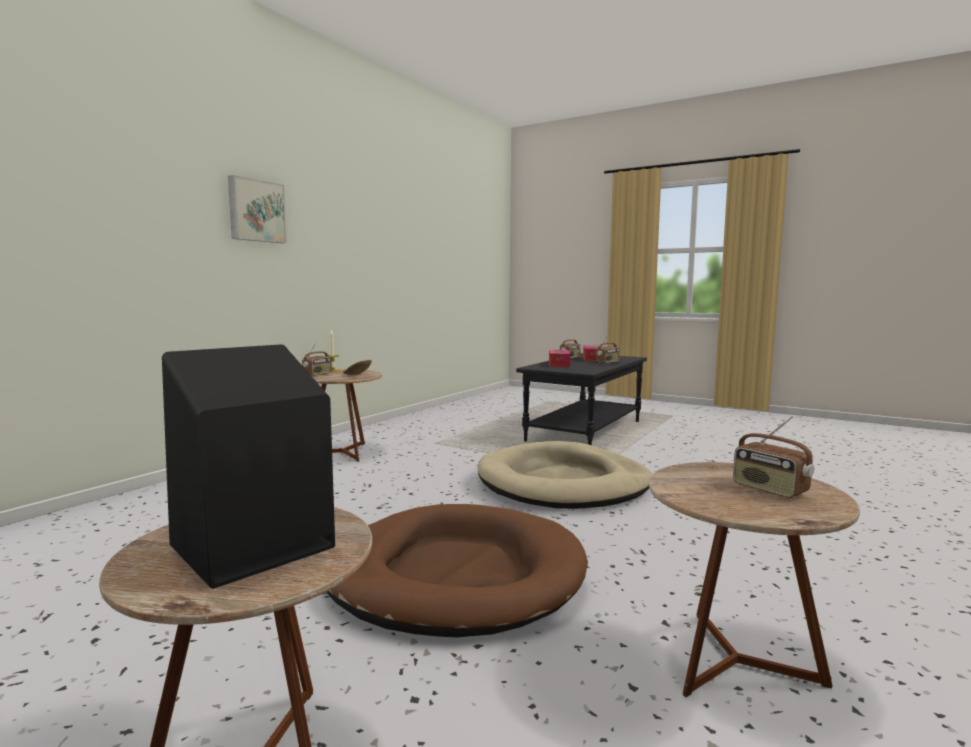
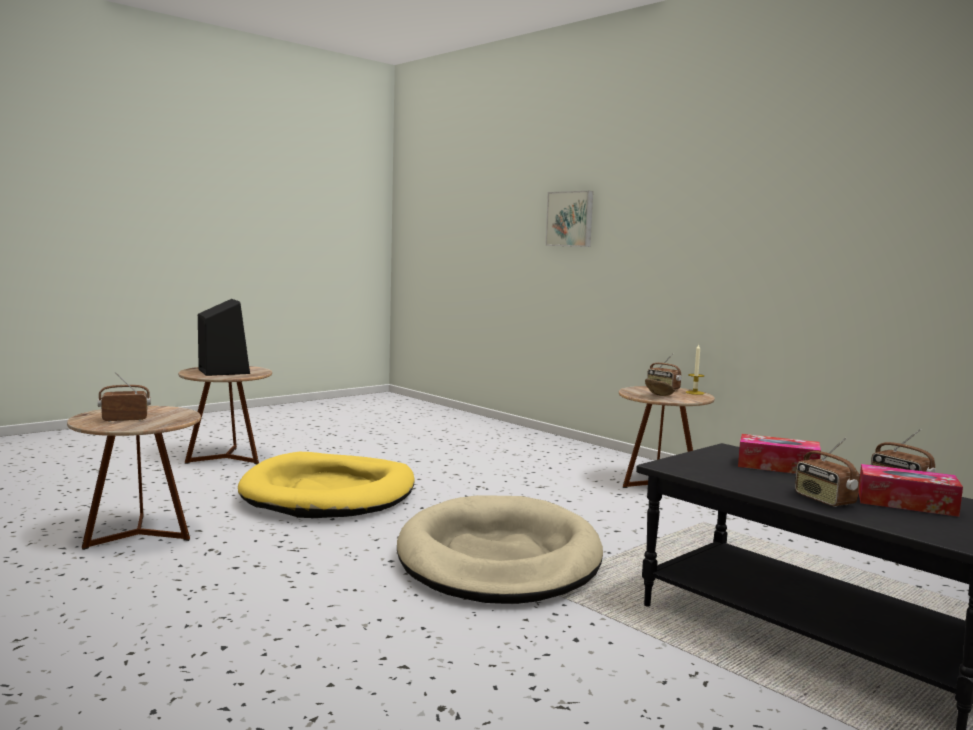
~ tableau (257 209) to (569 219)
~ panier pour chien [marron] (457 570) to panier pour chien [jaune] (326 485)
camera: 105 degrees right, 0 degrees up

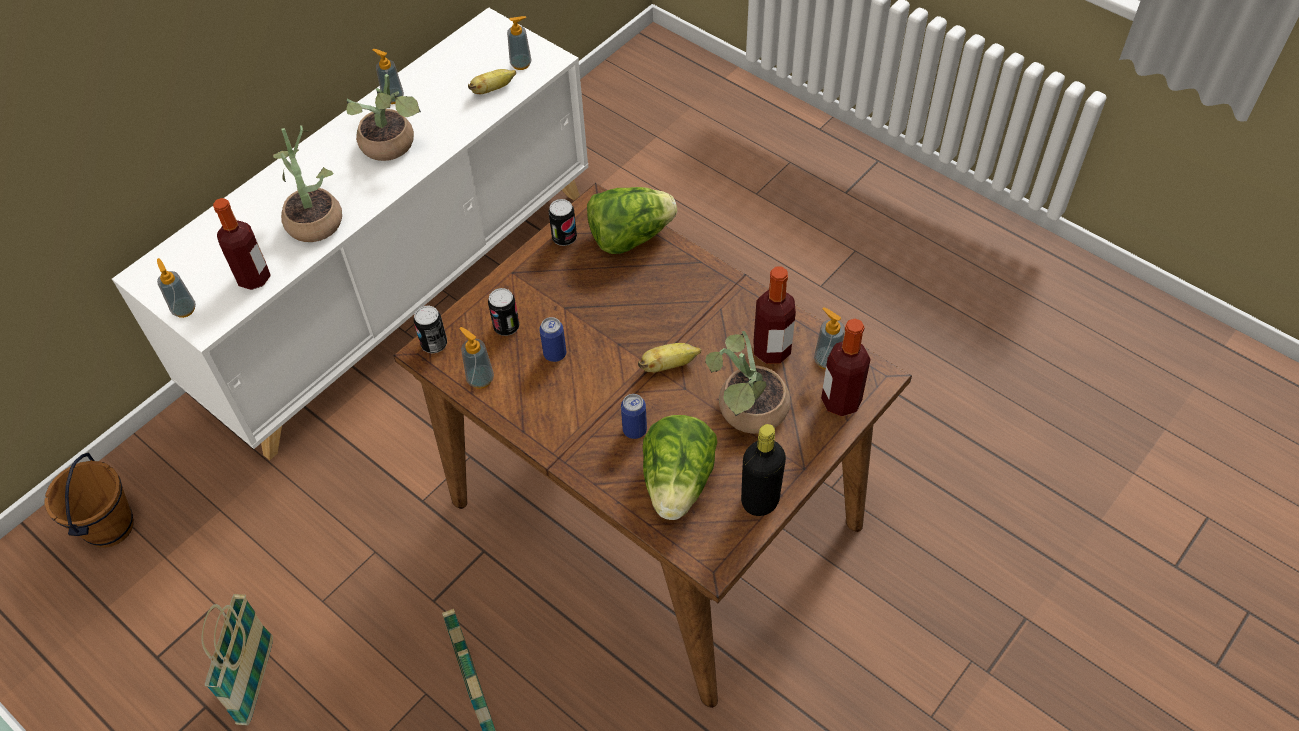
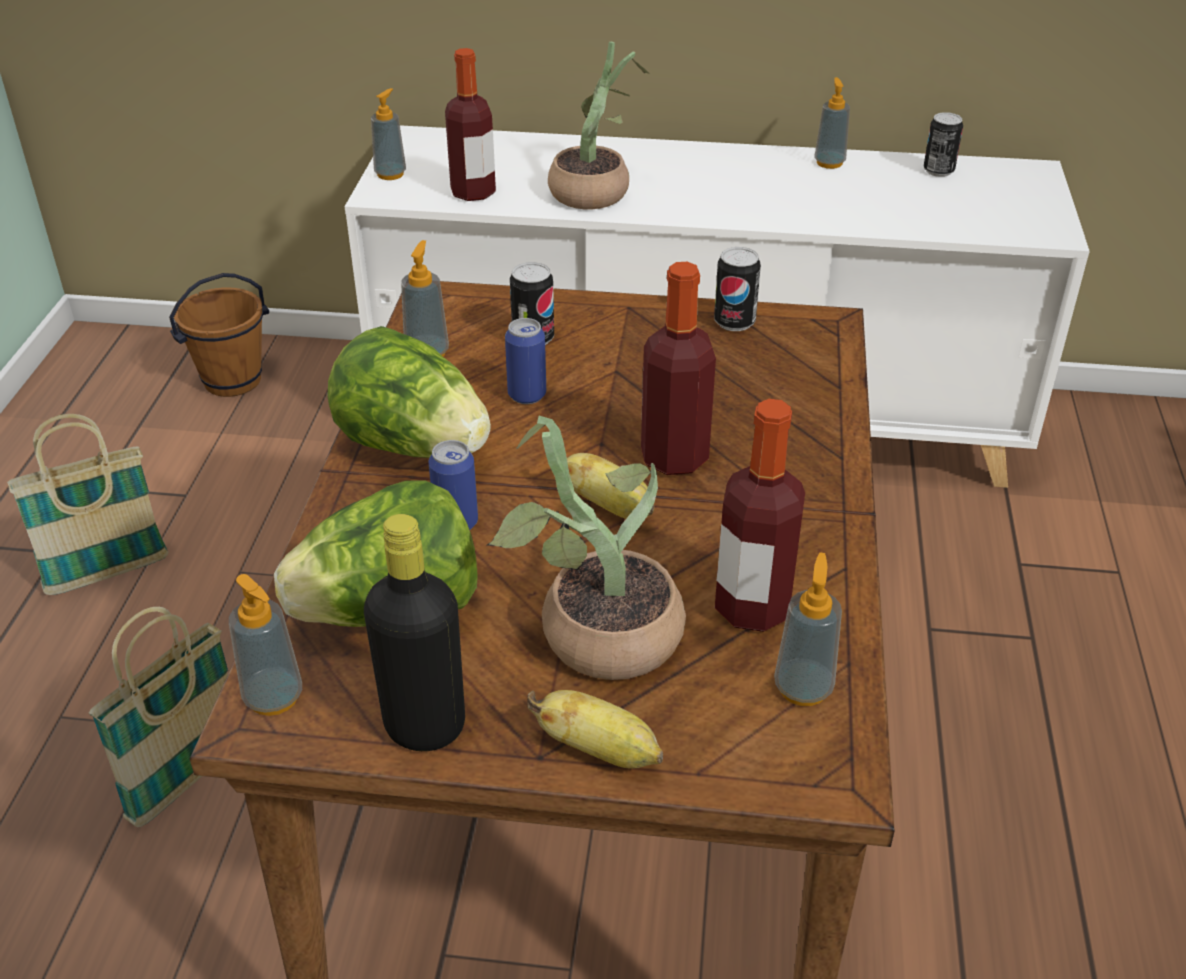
- plante en pot (383 117)
~ boîte métallique (430 329) to (943 144)
~ banane (492 81) to (595 729)
~ distributeur de savon (519 43) to (265 645)
~ laitue (632 220) to (409 392)
~ bouteille (846 367) to (678 368)
camera: 55 degrees right, 15 degrees down

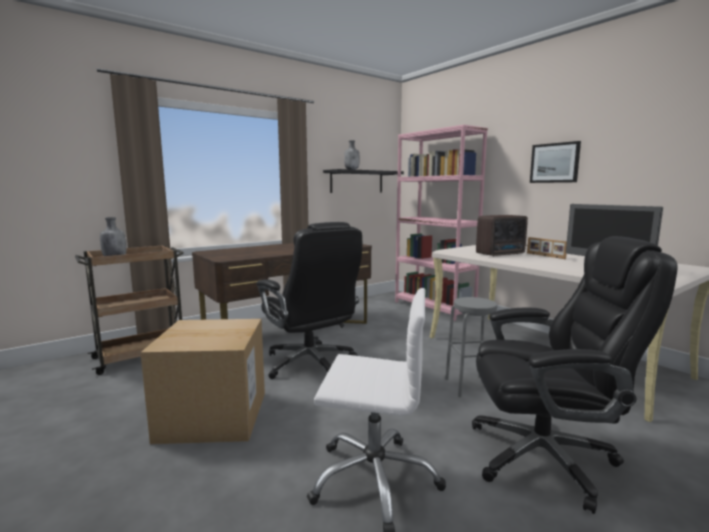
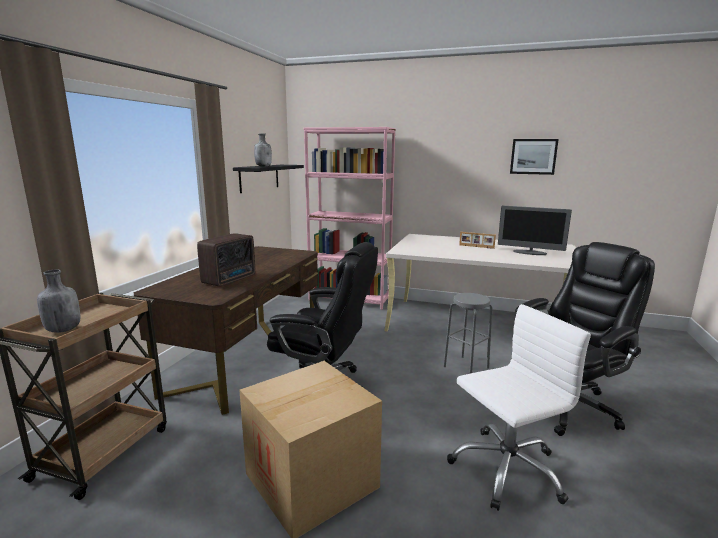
~ radio (502 235) to (226 259)
~ tableau (555 162) to (534 157)
camera: 35 degrees left, 5 degrees up

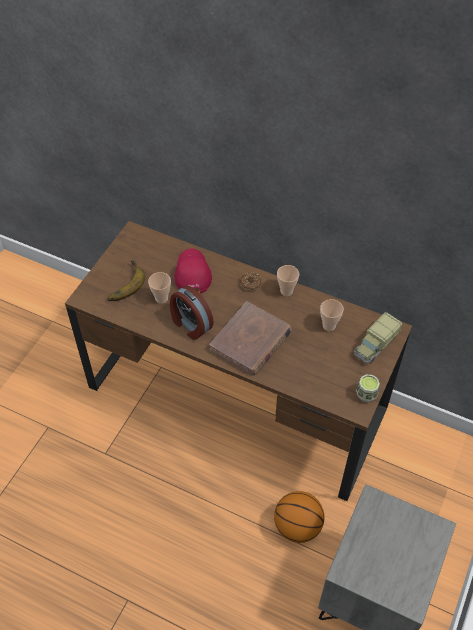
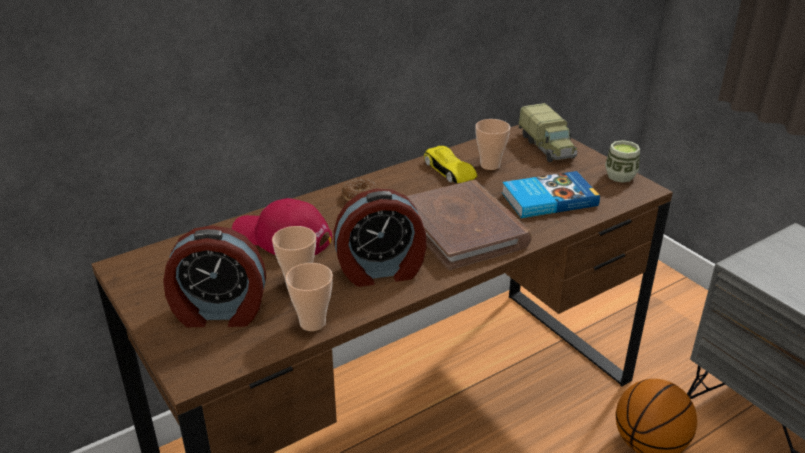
+ petite voiture [jaune] (451 164)
+ livre (551 194)
~ tasse (288 280) to (309 297)
~ banane (126 280) to réveil (214 276)
camera: 60 degrees left, 20 degrees down

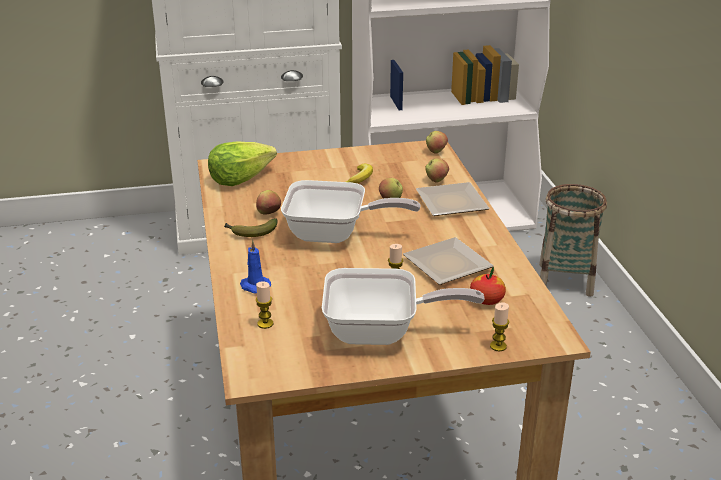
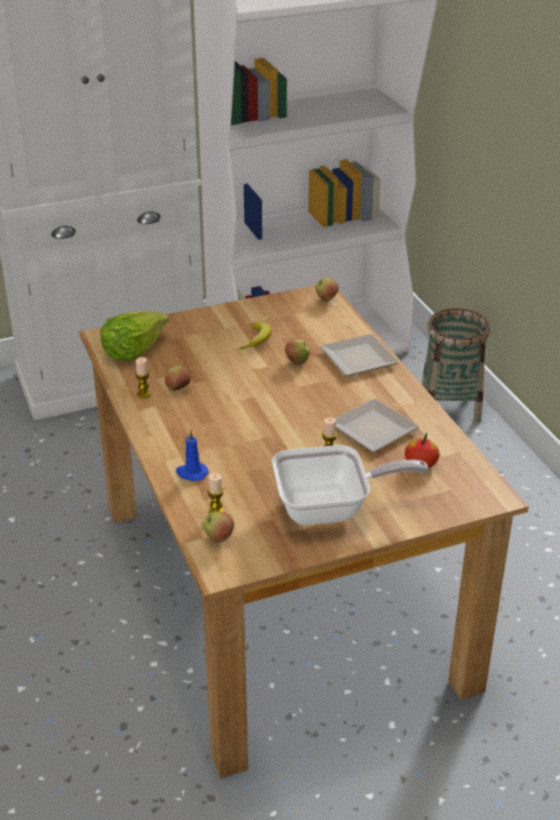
- banane (251 227)
- poêle (350 211)
~ pomme (437 170) to (218 527)
~ bougie (499 326) to (143 377)
camera: 10 degrees left, 5 degrees up

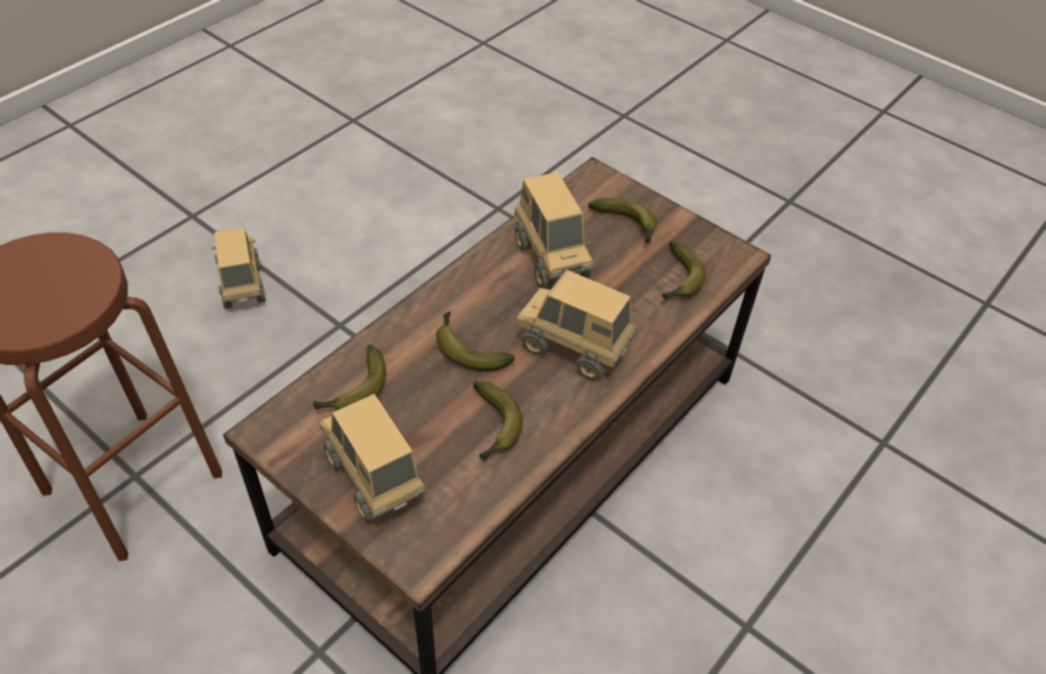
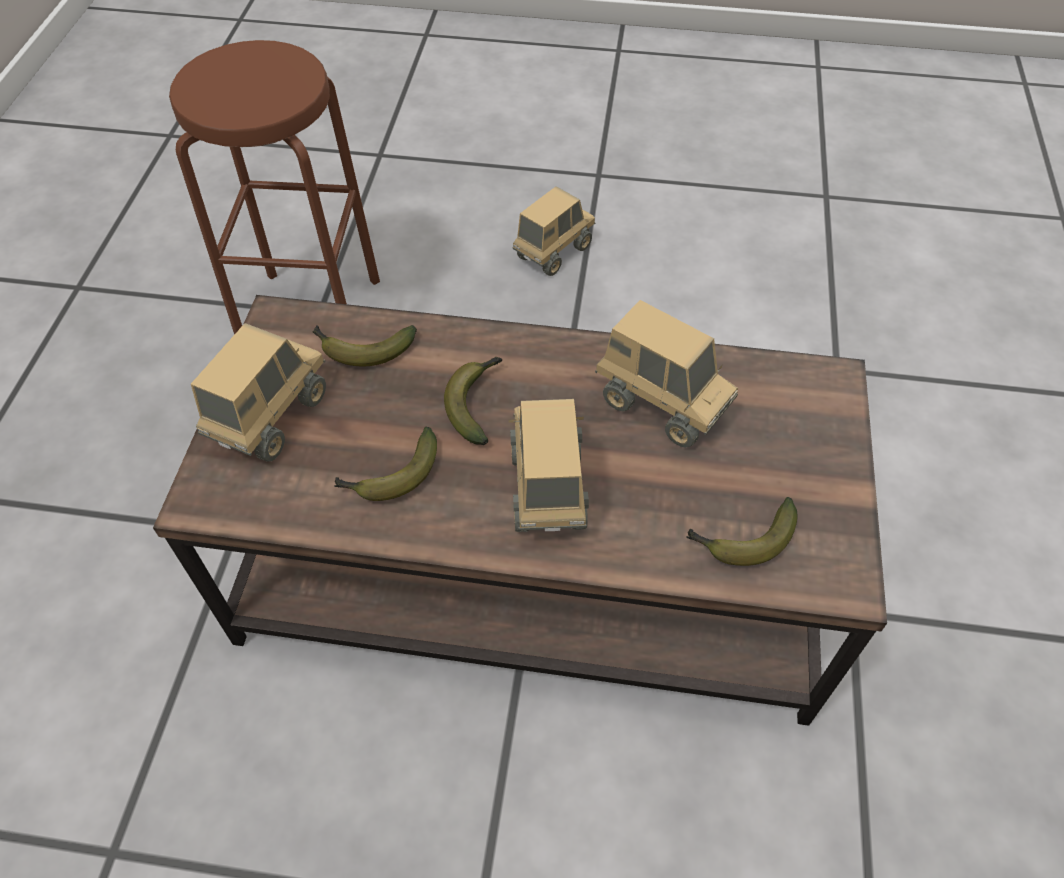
- banane (622 221)
~ camion jouet (554 230) = (666 374) 90 degrees counterclockwise
camera: 60 degrees right, 5 degrees up

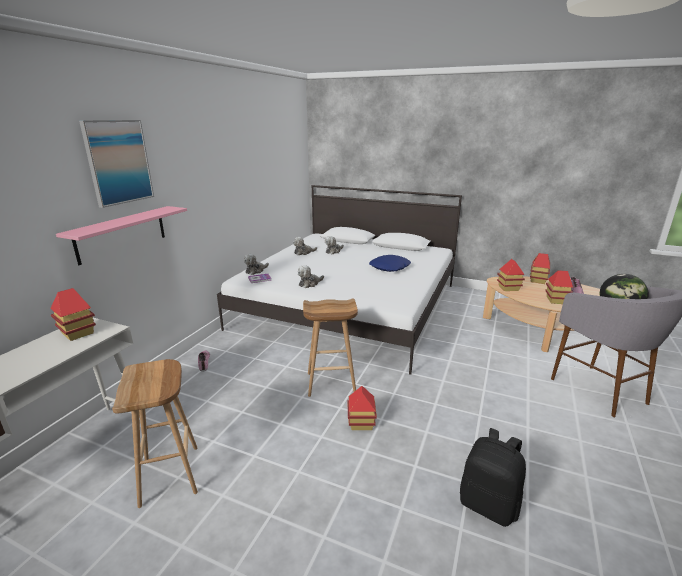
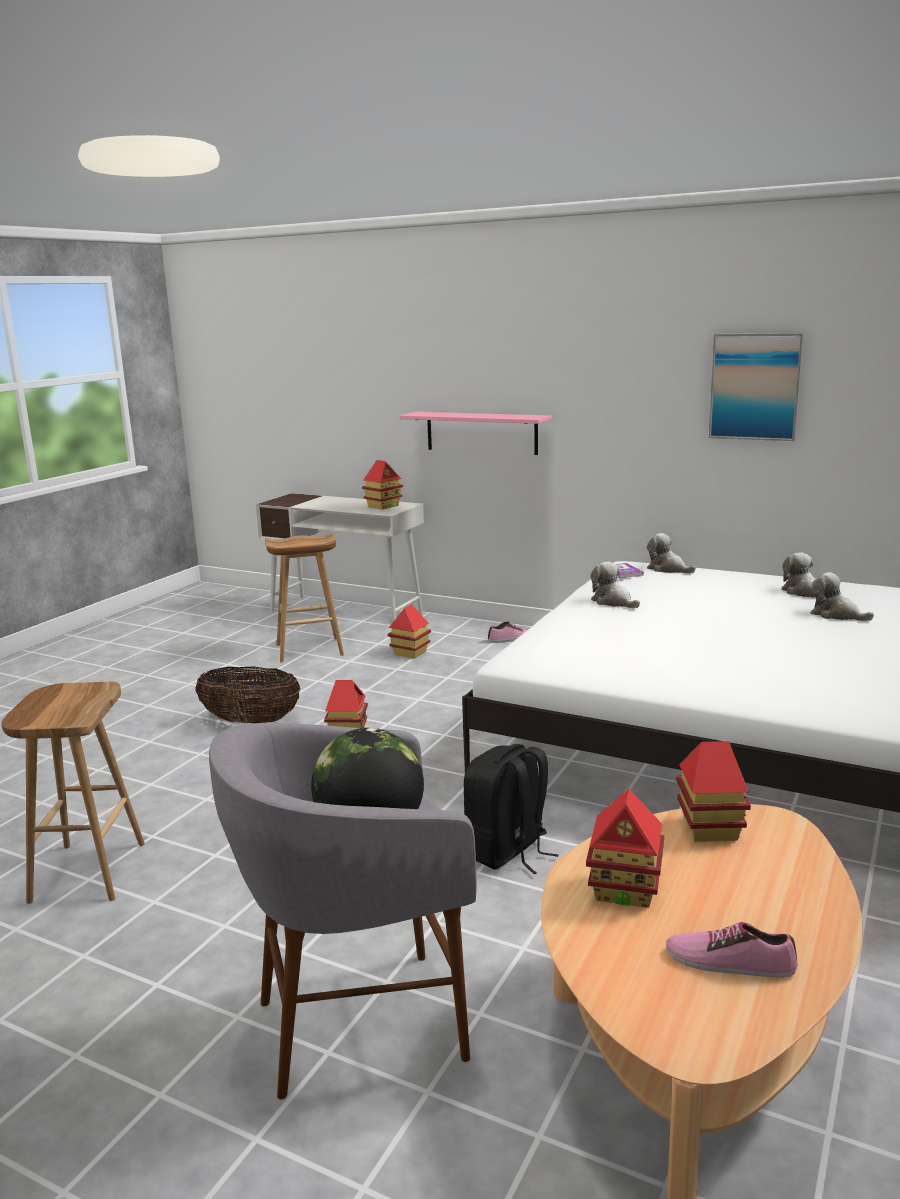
- coussin [bleu] (390 263)
+ panier (247 695)
~ tableau (116 164) to (756 387)
~ tabouret [marron] (330 348) to (73 793)
~ sac à dos [noir] (493 477) to (511 809)
~ maison miniature (540 268) to (409 631)
camera: 95 degrees right, 5 degrees down

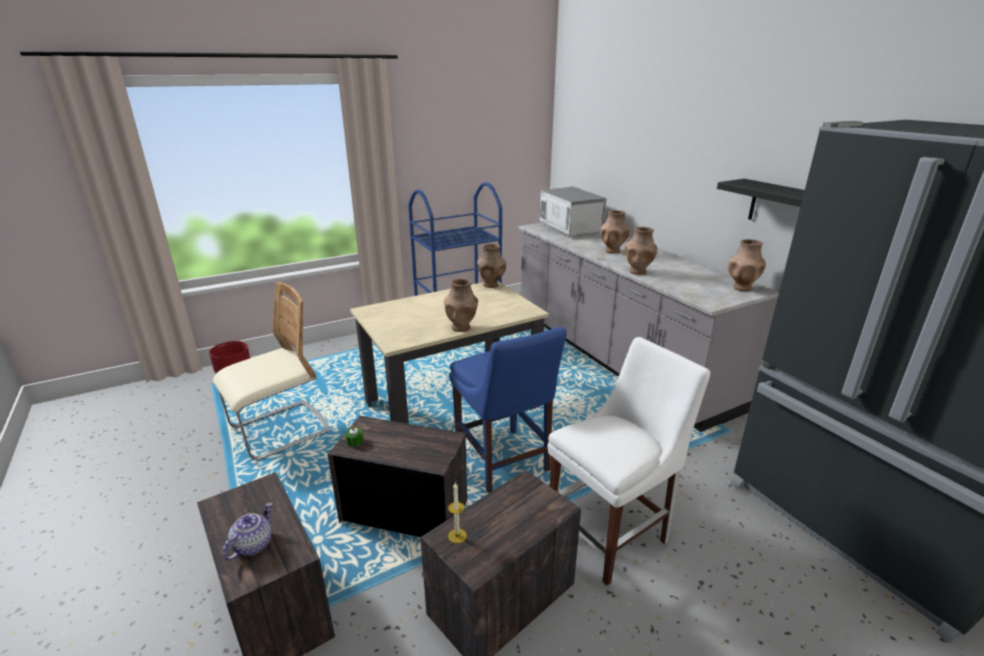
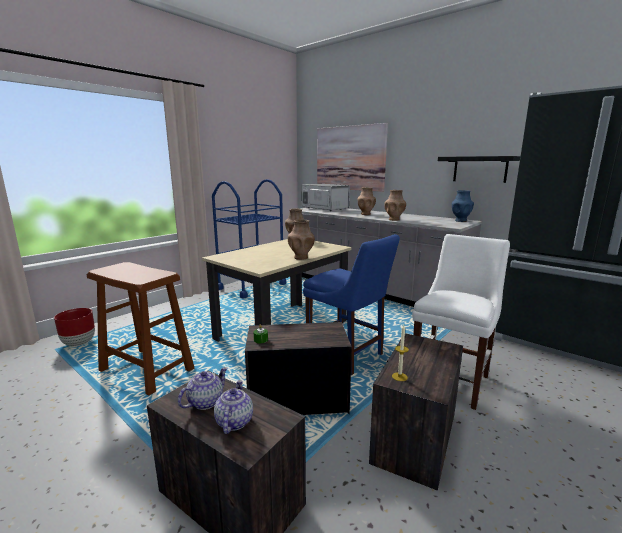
+ théière (203 388)
+ tableau (352 157)
~ chaise [beige] (271 371) to tabouret [marron] (140 328)
~ vase [marron] (747 265) to vase [bleu] (463 206)
camera: 20 degrees left, 10 degrees down

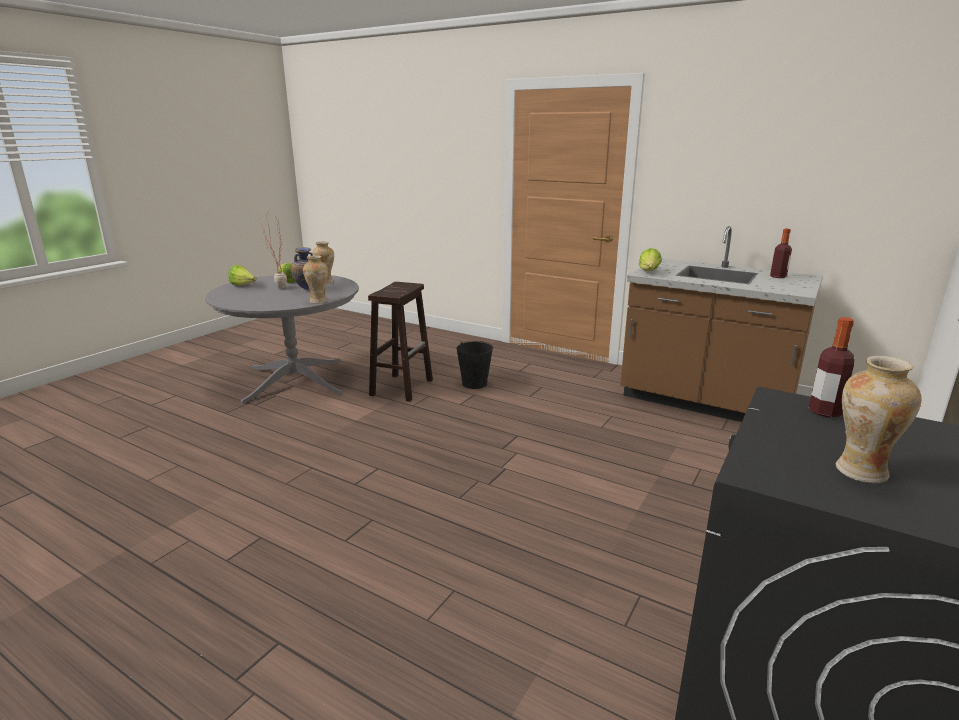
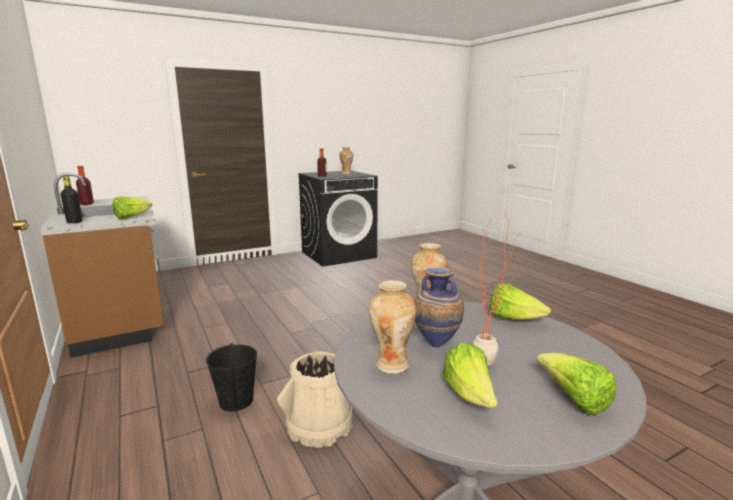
+ bouteille [noir] (71 199)
+ laitue (520 302)
~ tabouret [marron] (400 342) to seau [beige] (315 399)
camera: 150 degrees left, 5 degrees down

